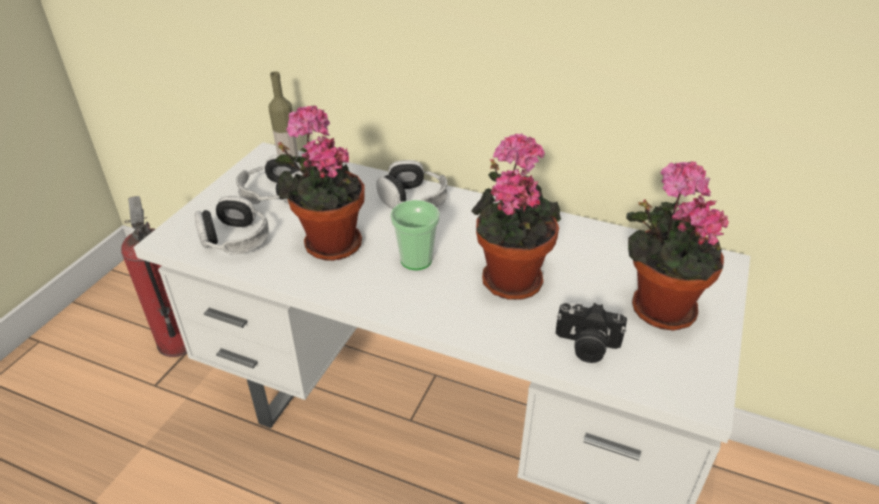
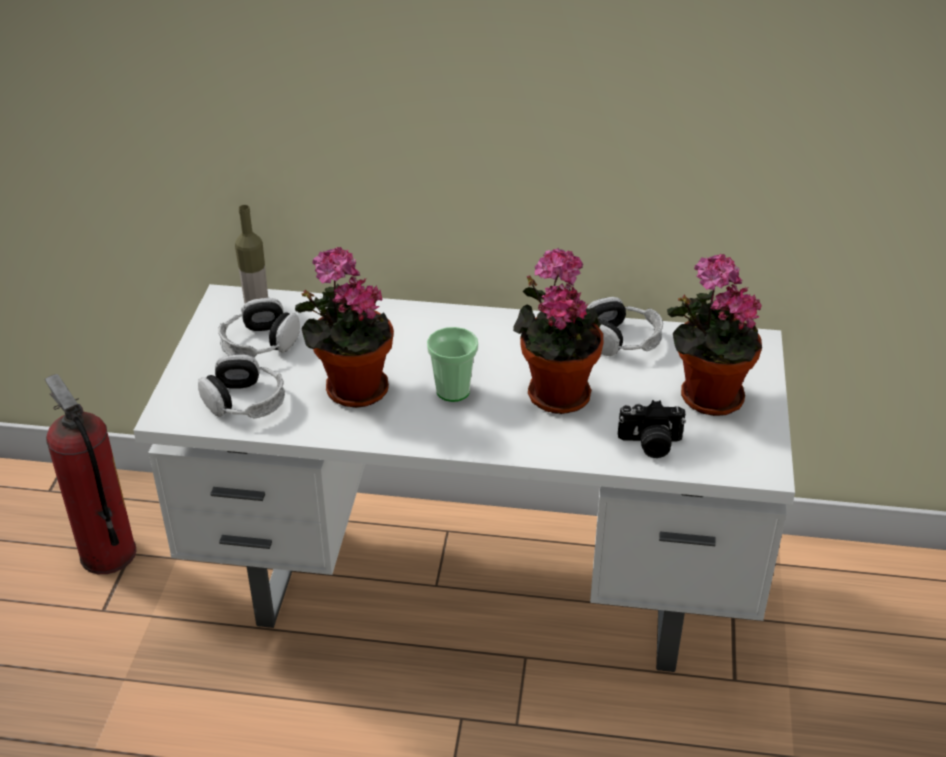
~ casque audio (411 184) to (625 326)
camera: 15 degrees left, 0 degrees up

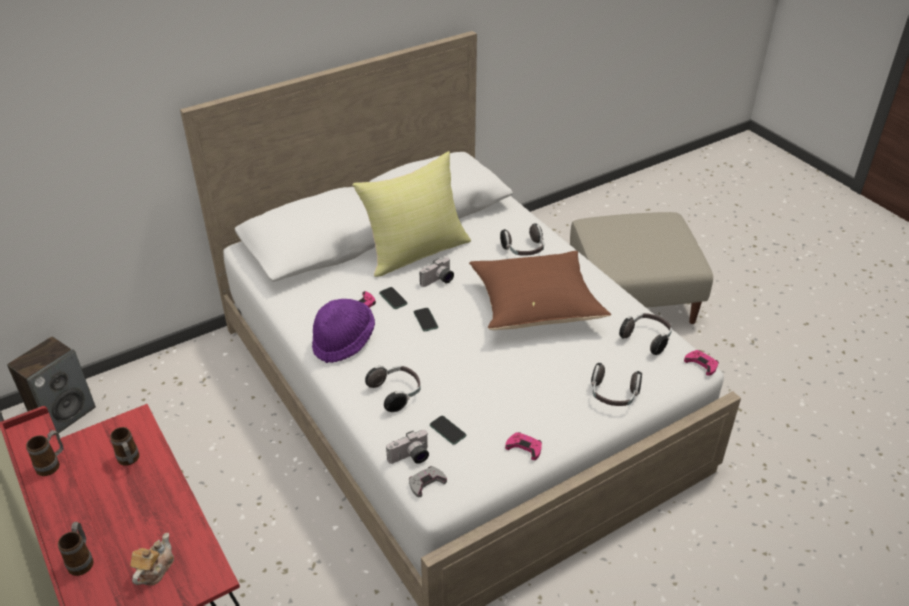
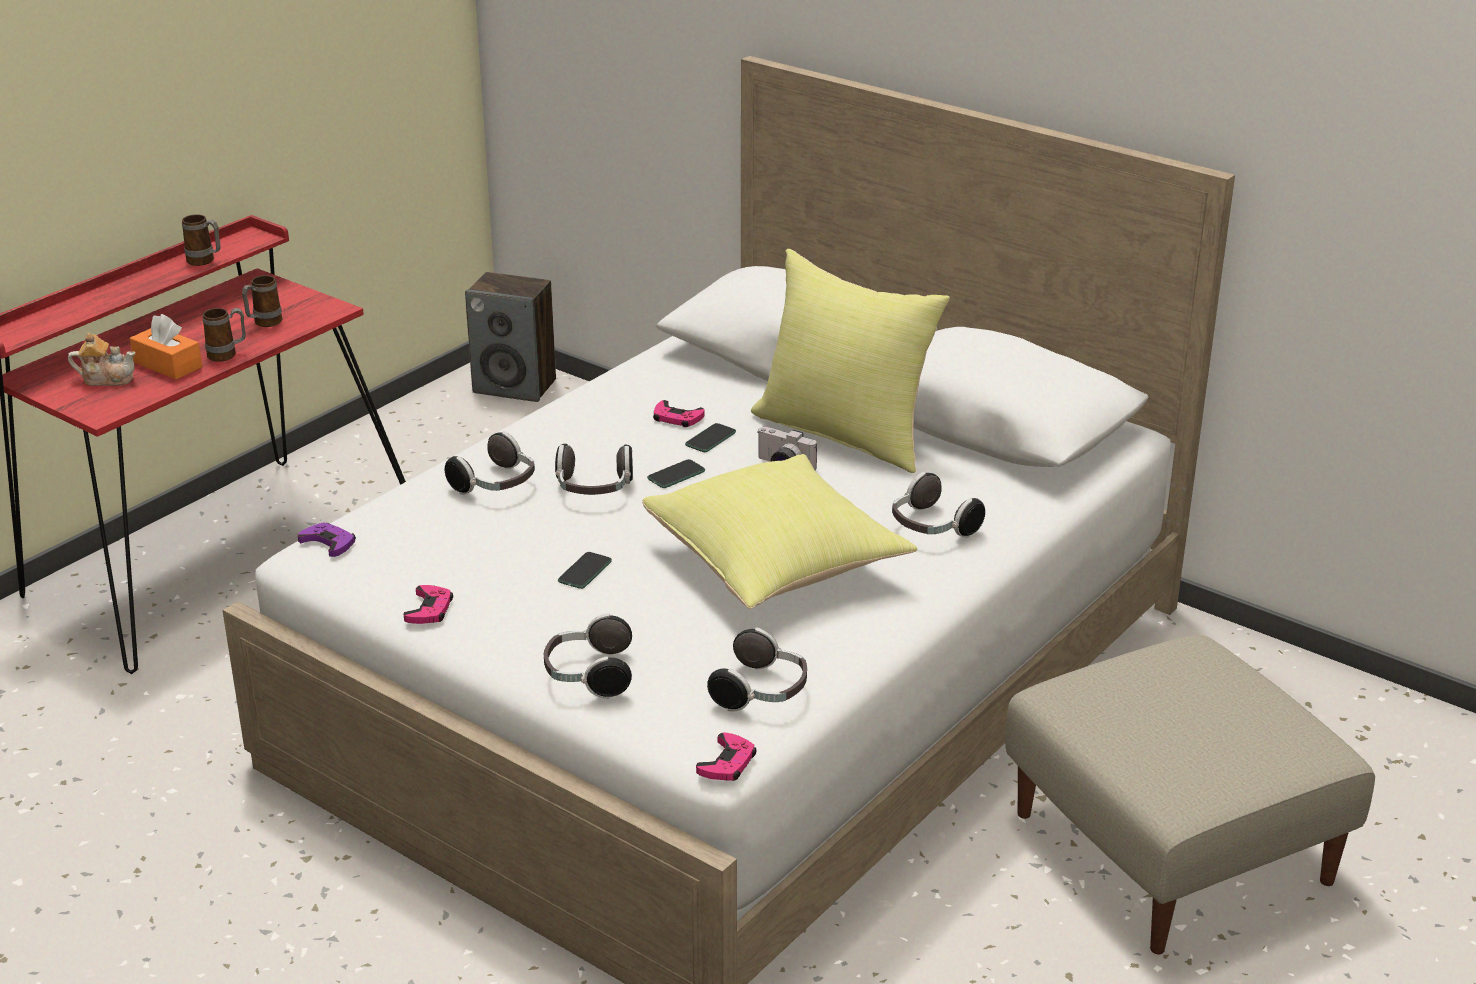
- chapeau [violet] (343 331)
- appareil photo (407 447)
+ boîte à mouchoirs [orange] (166 347)
+ casque audio (594 469)
~ mug (76 548) to (224 335)
~ téléphone (448 430) to (585 570)
~ manette [gris] (428 481) to manette [violet] (327 539)
~ coussin [marron] (540 290) to coussin [jaune] (779 531)
camera: 70 degrees right, 10 degrees down

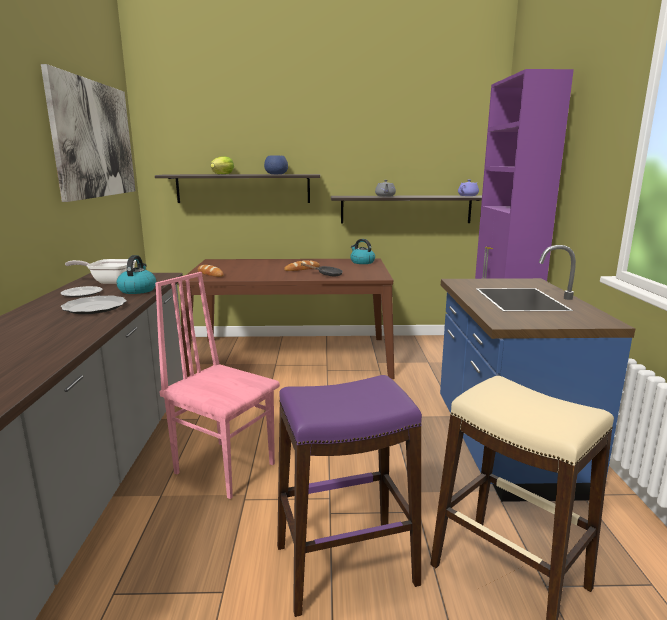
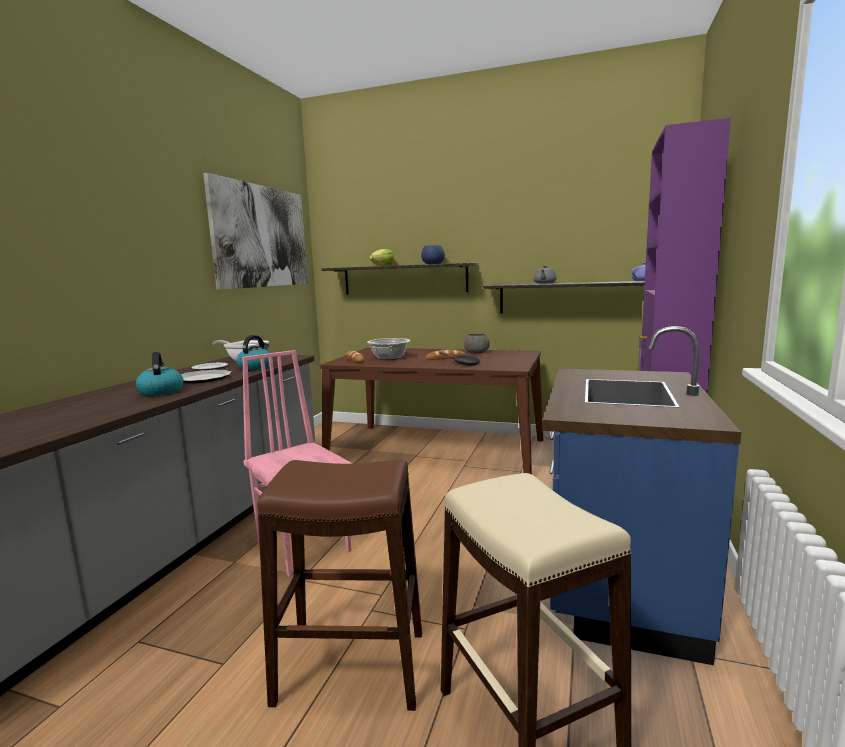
+ marmite (388 349)
+ bol [gris] (477 344)
~ bouilloire (362 251) to (159 374)
~ tabouret [violet] (349 496) to tabouret [marron] (339 585)
camera: 20 degrees right, 5 degrees down

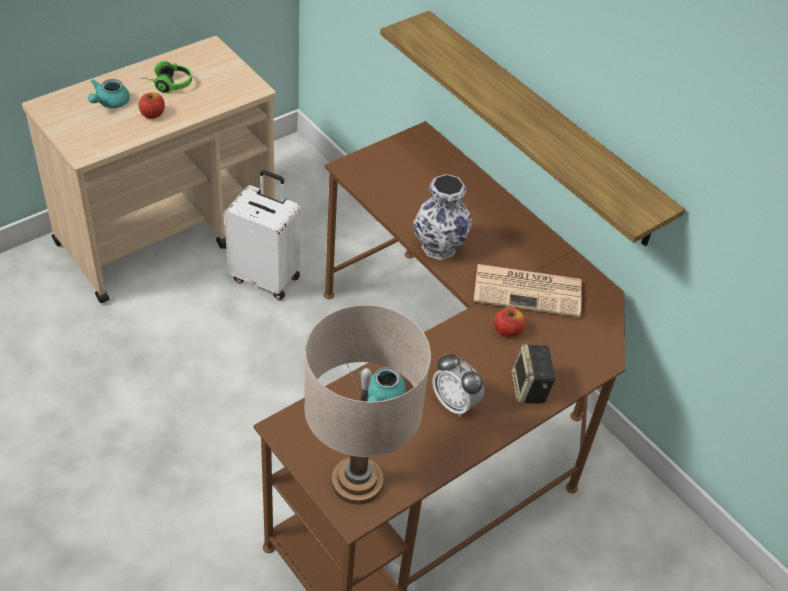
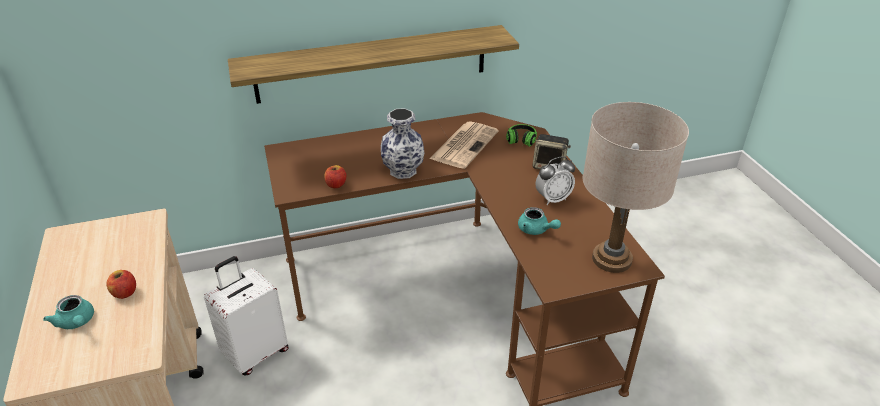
~ casque audio (167 77) to (521 135)
~ pomme (509 322) to (335 176)
camera: 65 degrees left, 10 degrees down

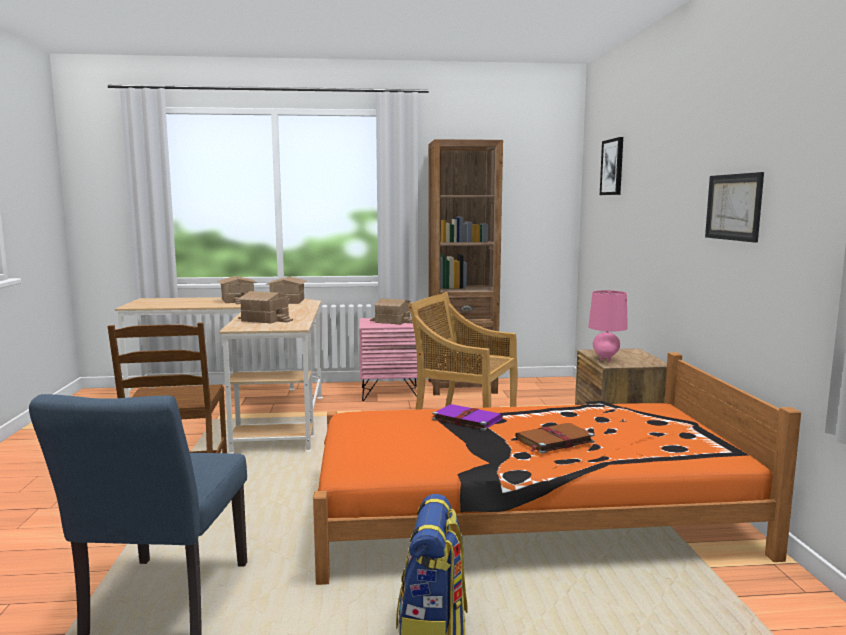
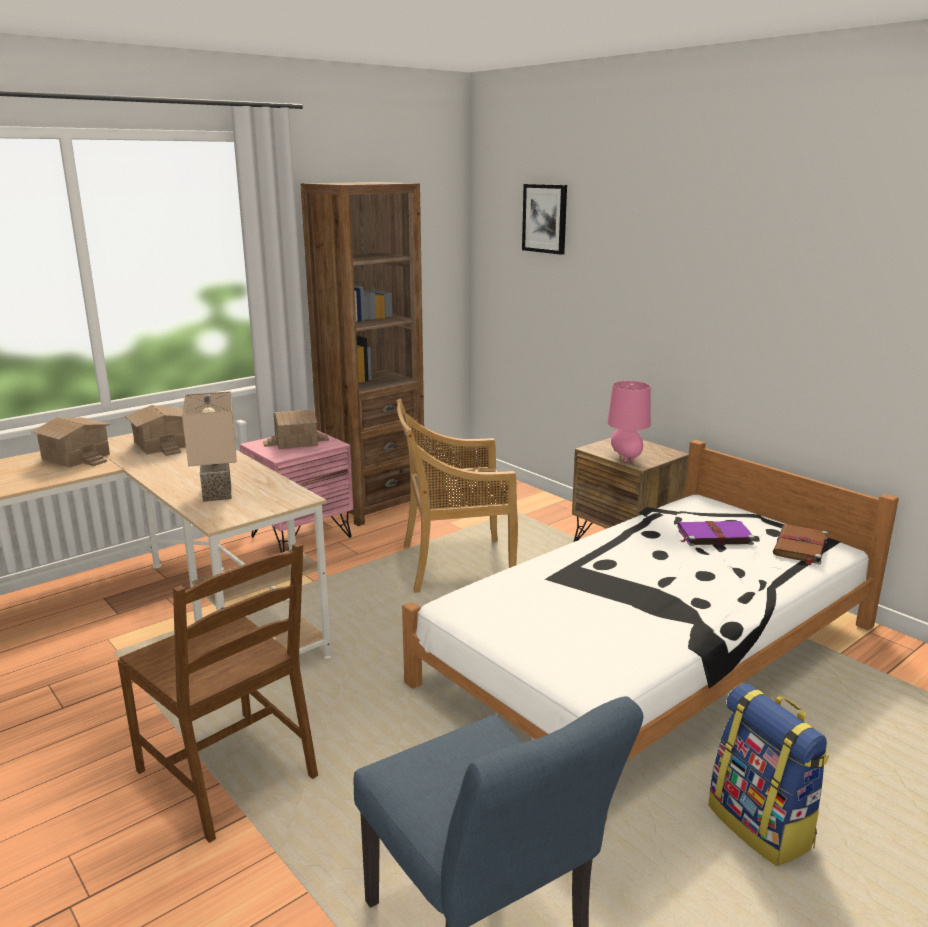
- tableau (734 207)
~ livre [violet] (467 417) to (716 533)
~ livre [marron] (555 438) to (800 544)
~ maison miniature (265 307) to lampe de table [beige] (209 446)
~ lit [orange] (557 468) to lit [blanc] (650 630)
camera: 35 degrees left, 10 degrees up

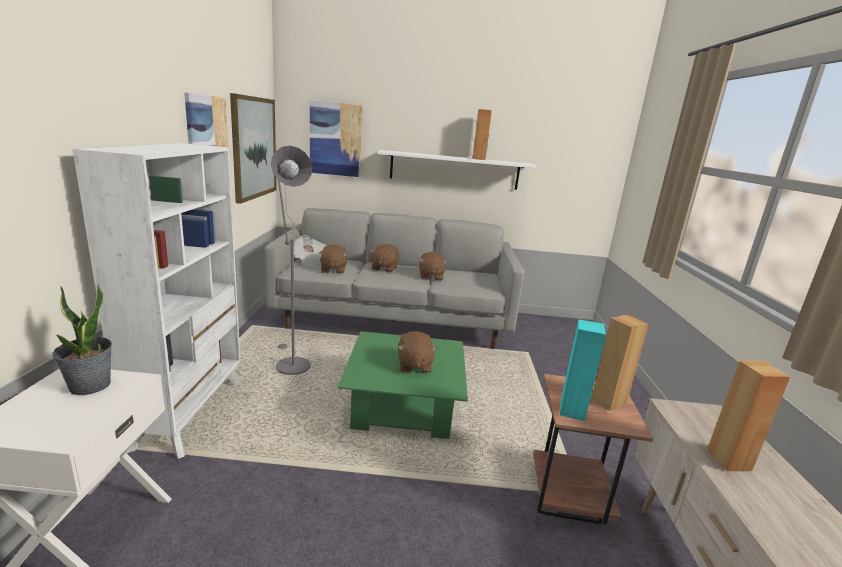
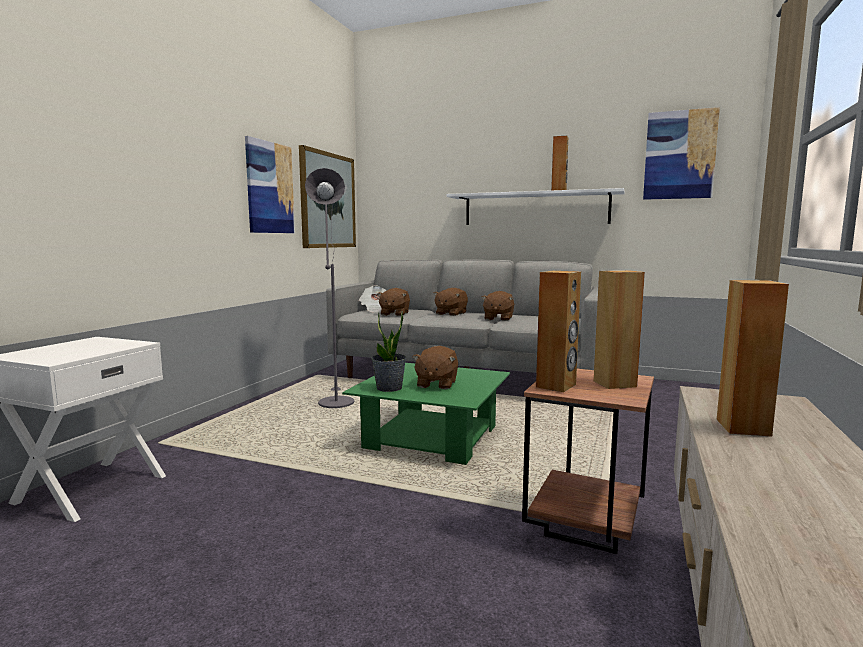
- bibliothèque [blanc] (157 301)
~ plante en pot (82 339) to (388 351)
~ tableau (336 138) to (681 153)
~ enceinte [turquoise] (583 370) to enceinte [marron] (558 331)
camera: 20 degrees right, 10 degrees down

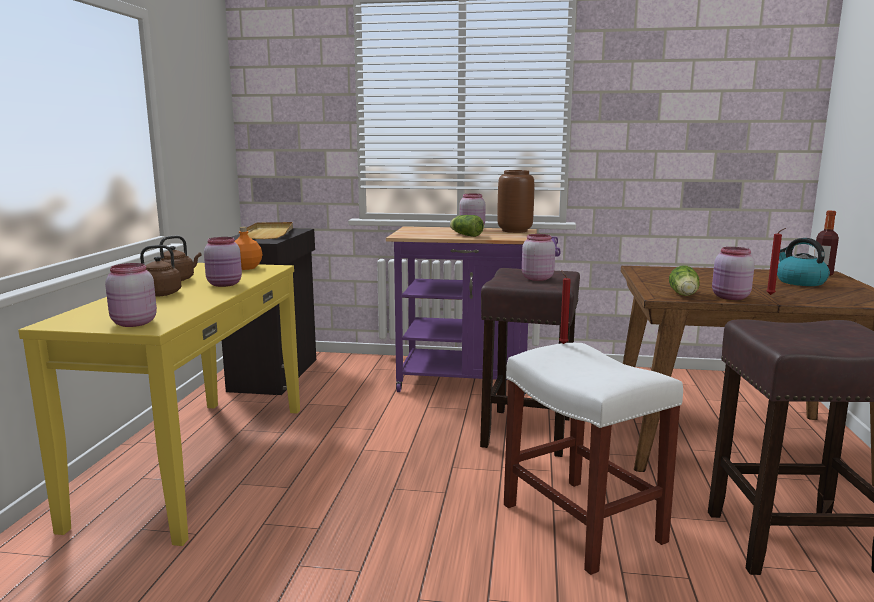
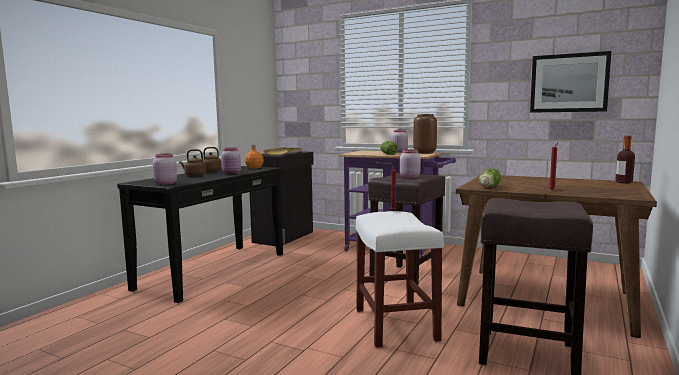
- bocal [rose] (733 273)
- bouilloire (803 262)
+ tableau (570 82)
~ table console [jaune] (159 404) to table console [noir] (200 234)
camera: 20 degrees right, 5 degrees down

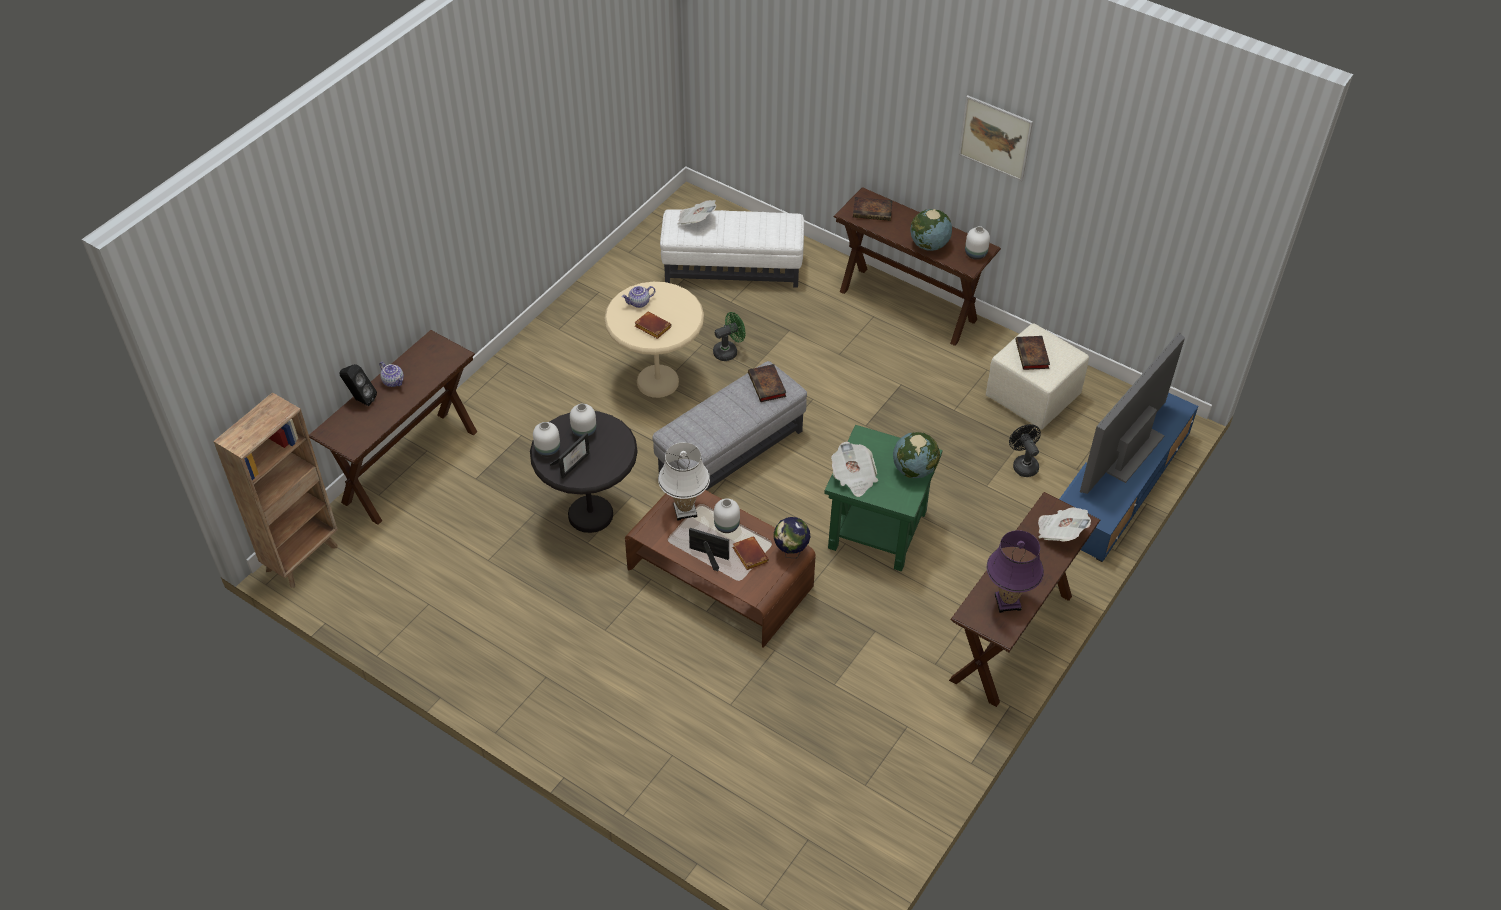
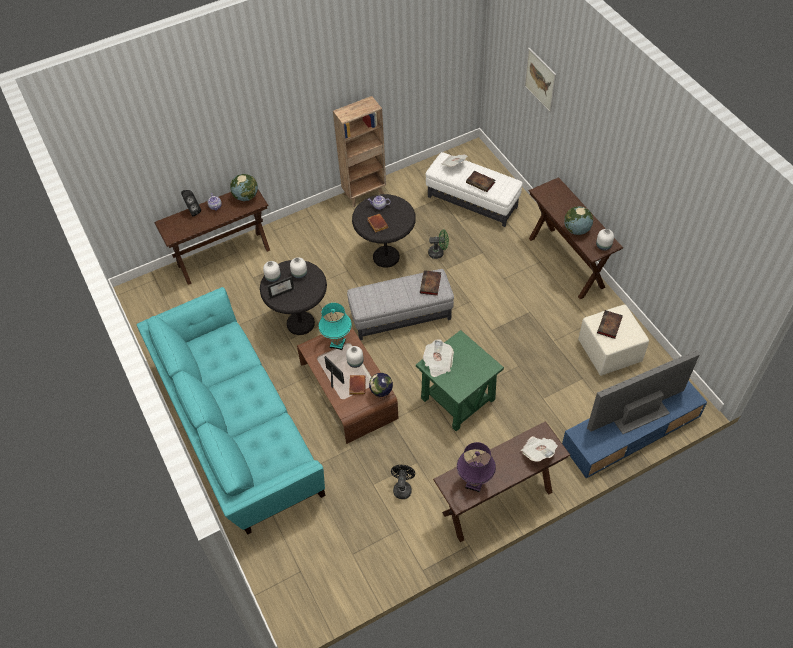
+ canapé [turquoise] (231 410)
~ bibliothèque [marron] (275 490) to (359 151)
~ livre (873 209) to (480 181)
~ globe (916 455) to (244 187)
~ tableau (996 138) to (540 80)
~ ventilateur [noir] (1025 450) to (403 482)
~ table d'appoint [beige] (654 340) to table d'appoint [noir] (383 231)
~ lampe de table [blanc] (684 481) to lampe de table [turquoise] (335 326)
camera: 30 degrees right, 5 degrees up

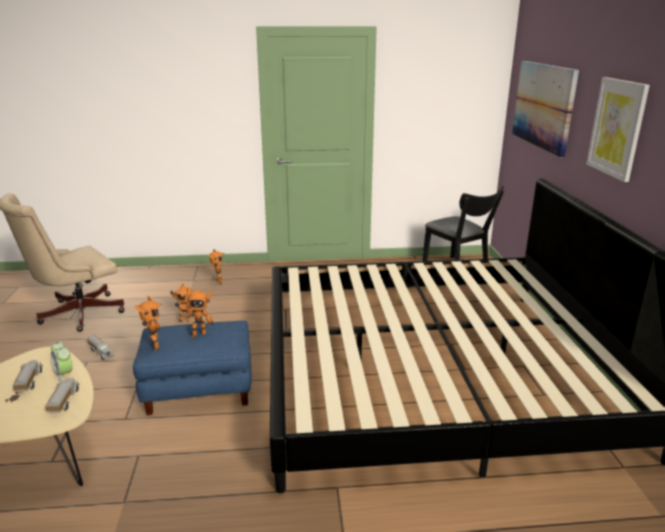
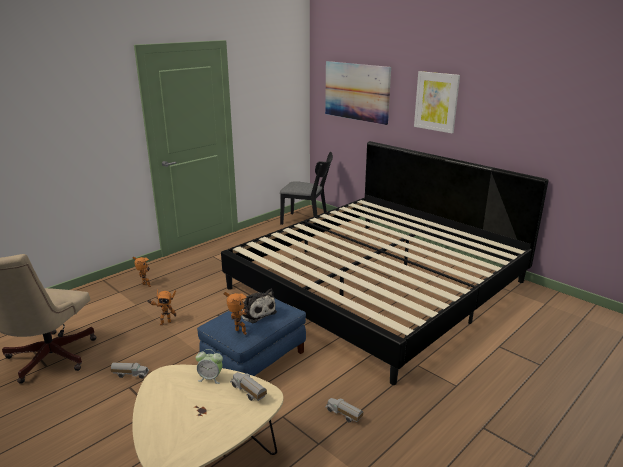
~ camion jouet (28 376) to (344 410)
~ robot jouet (194 313) to peluche (259 306)
camera: 40 degrees left, 0 degrees up

